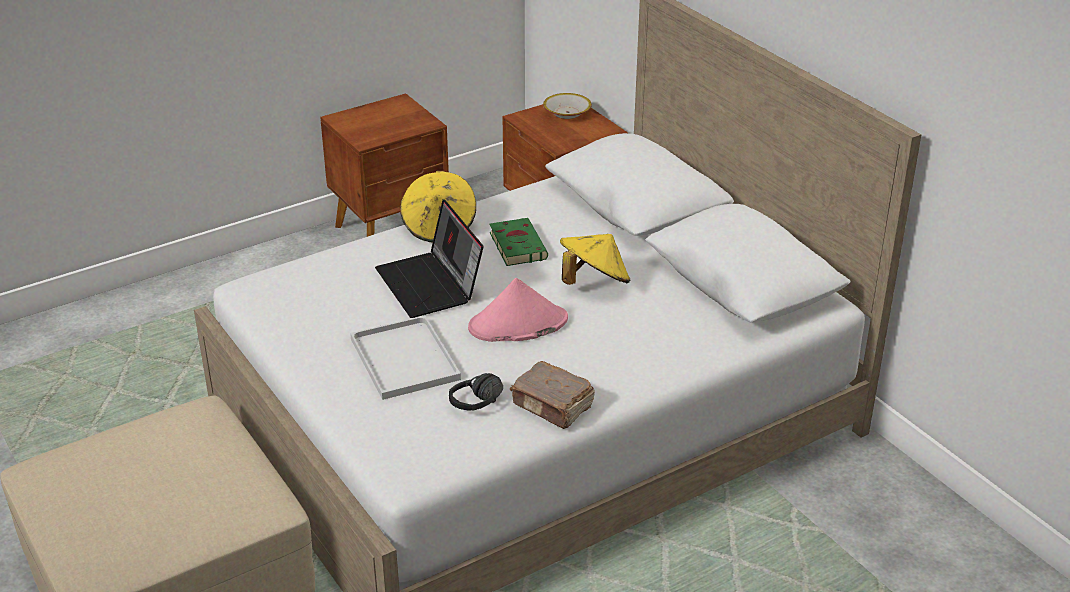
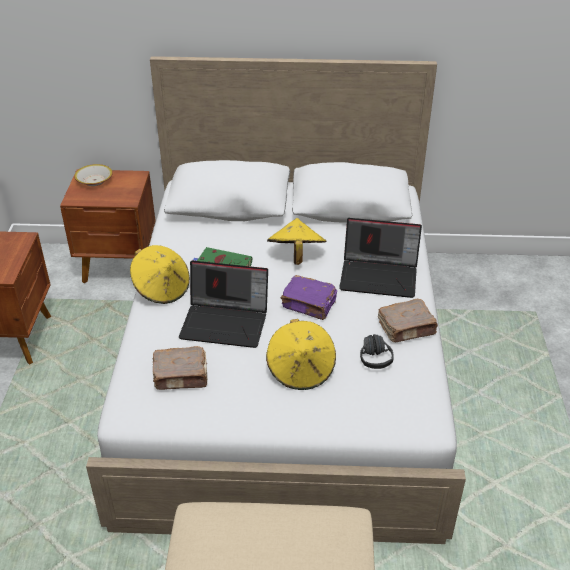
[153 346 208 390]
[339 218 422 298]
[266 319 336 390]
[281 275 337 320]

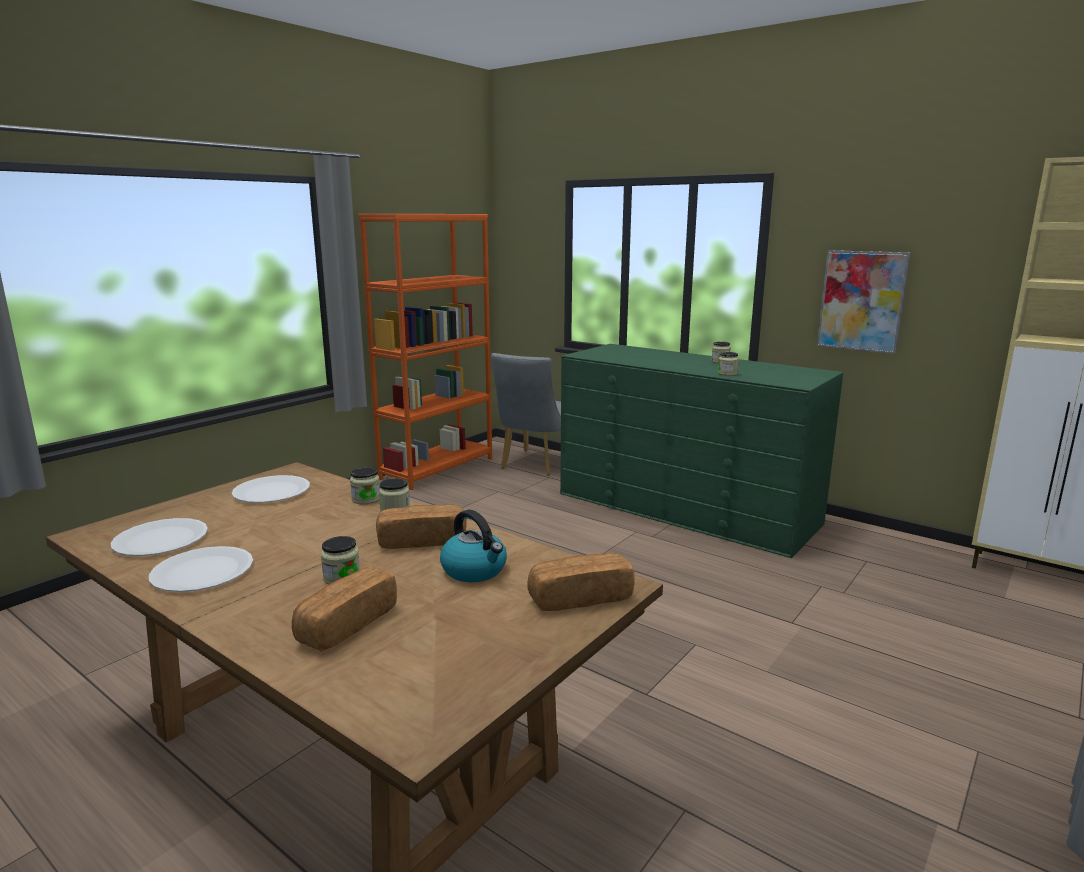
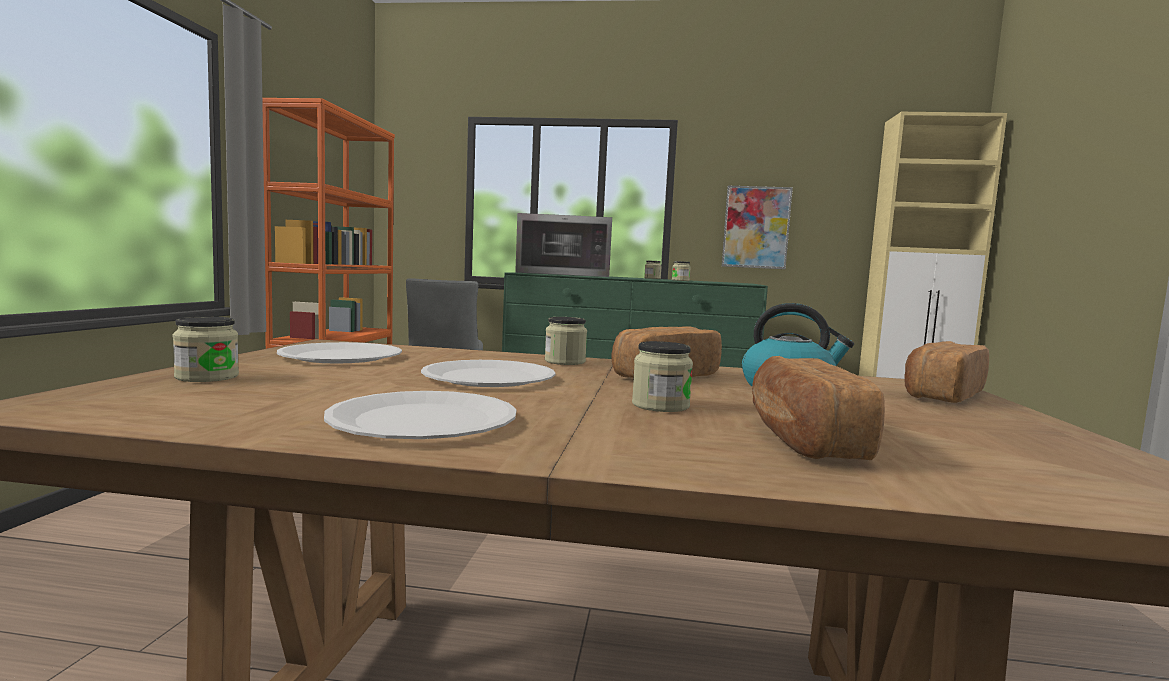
[515 213 612 277]
[421 360 555 387]
[173 317 239 382]

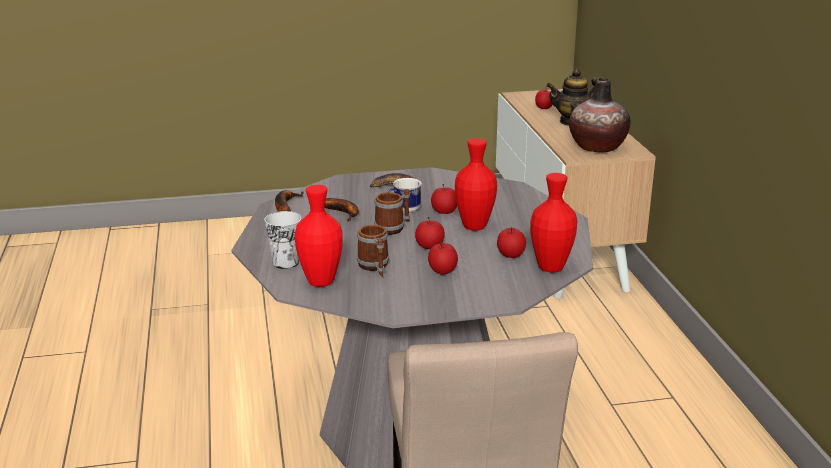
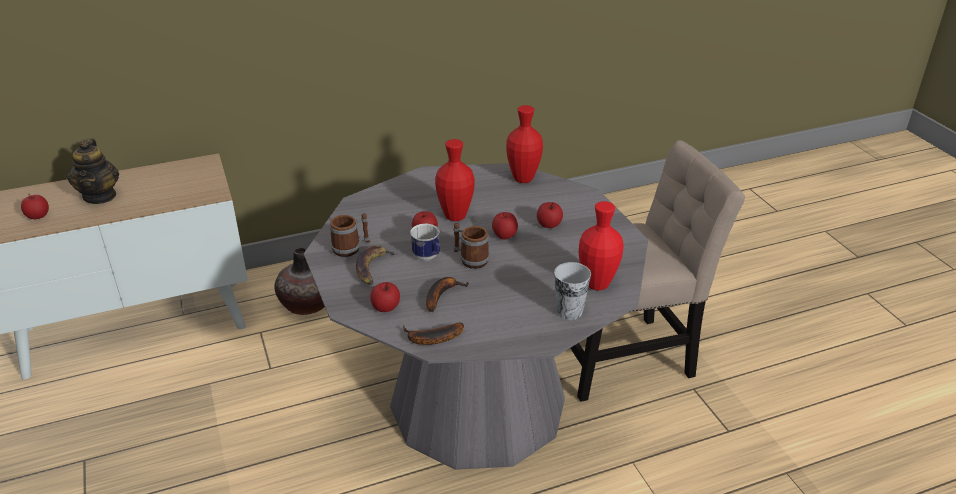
[330 213 370 257]
[370 282 400 312]
[275 248 325 315]

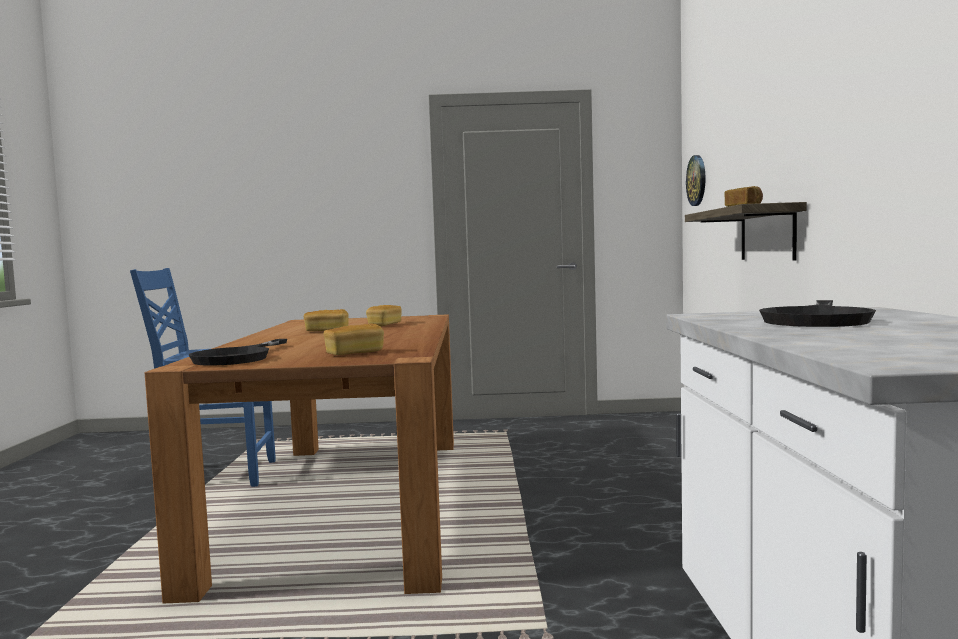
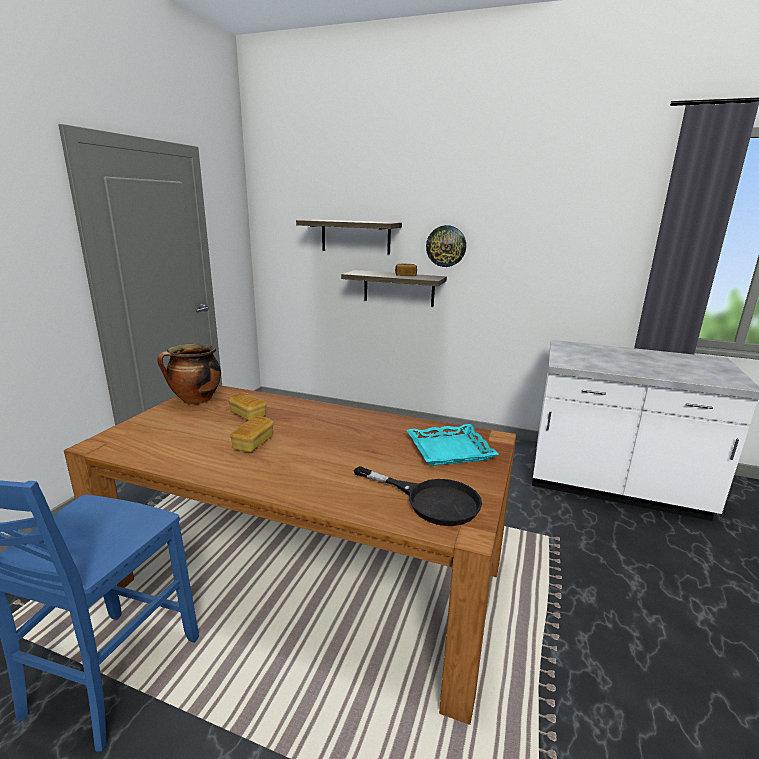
[759 300 876 327] (first image)
[157 344 221 405]
[296 220 402 254]
[426 225 466 267]
[406 424 499 466]

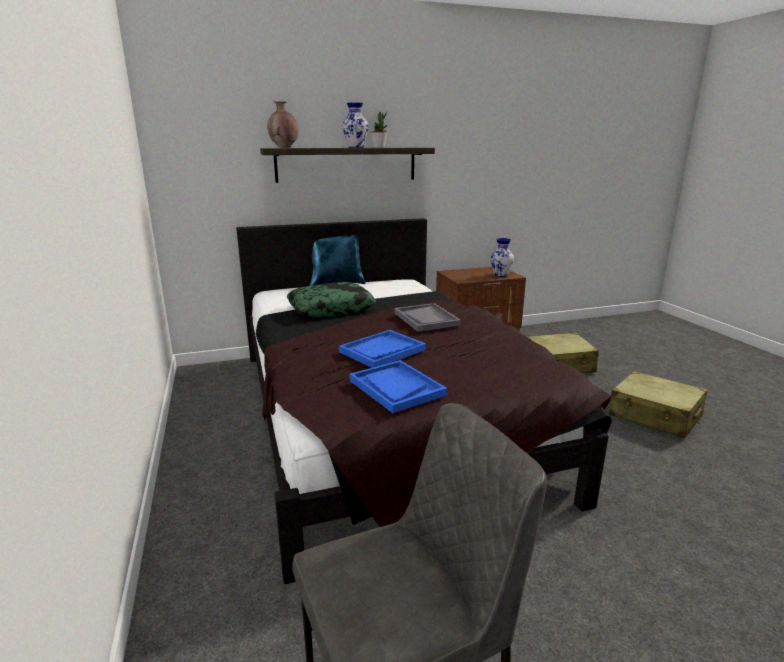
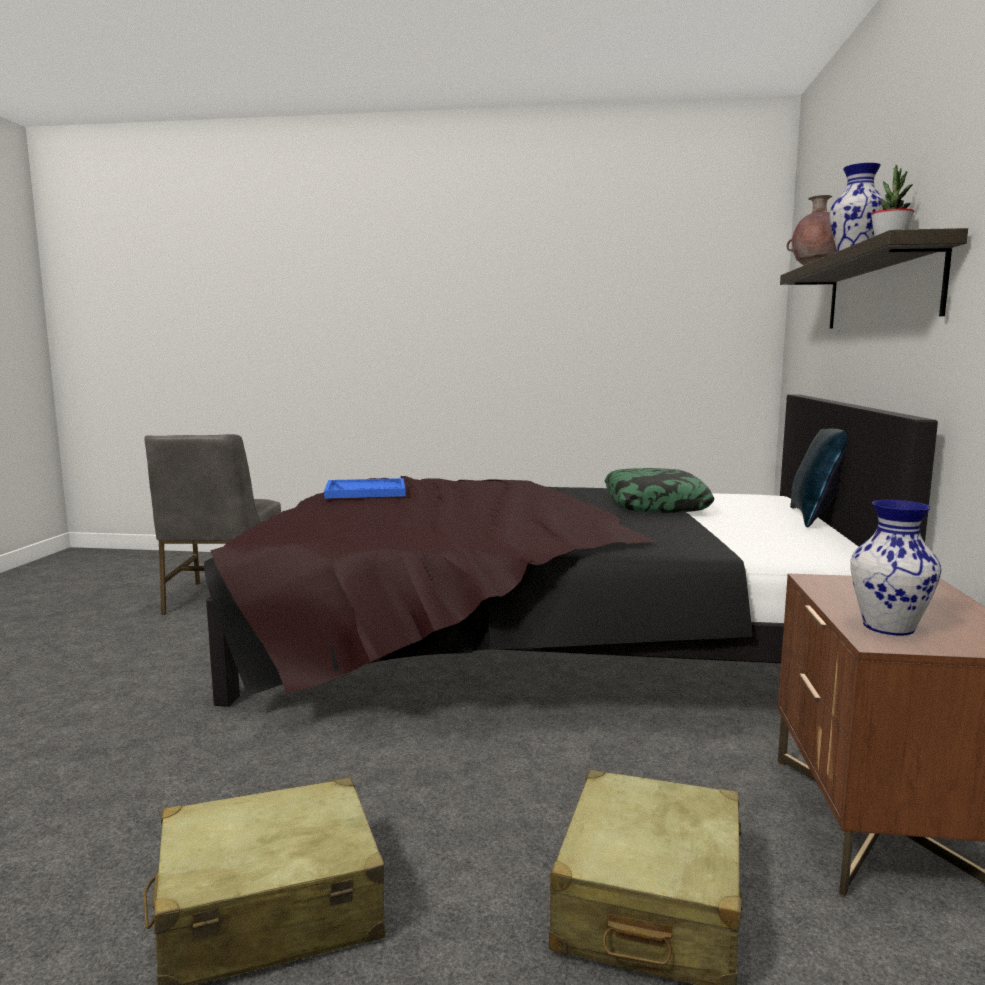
[339 330 426 368] (first image)
[395 303 461 332] (first image)

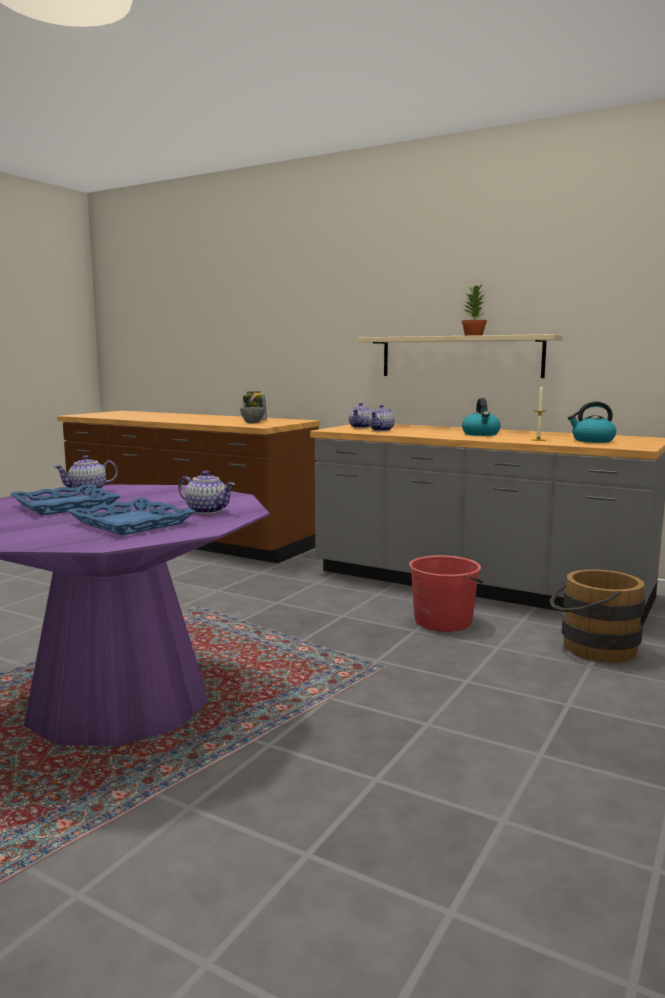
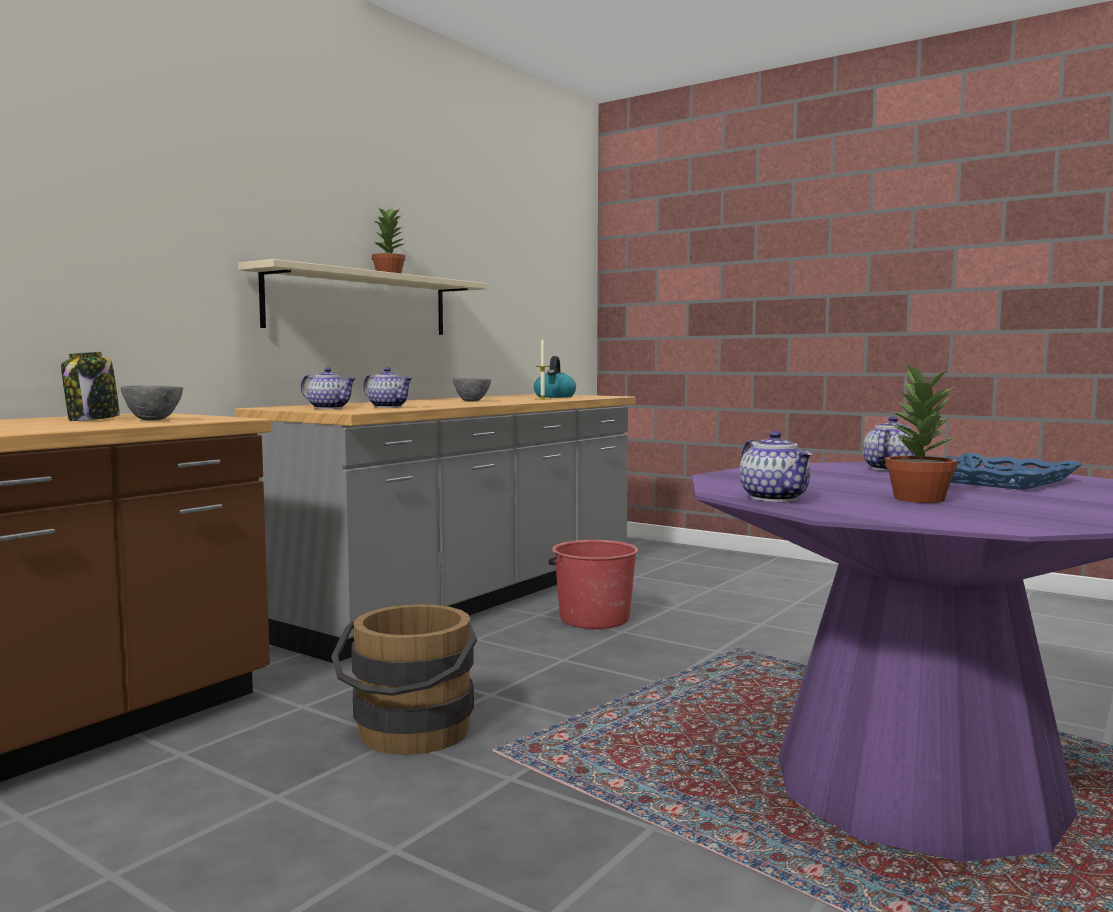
[331 604 477 755]
[885 362 958 503]
[453 378 491 401]

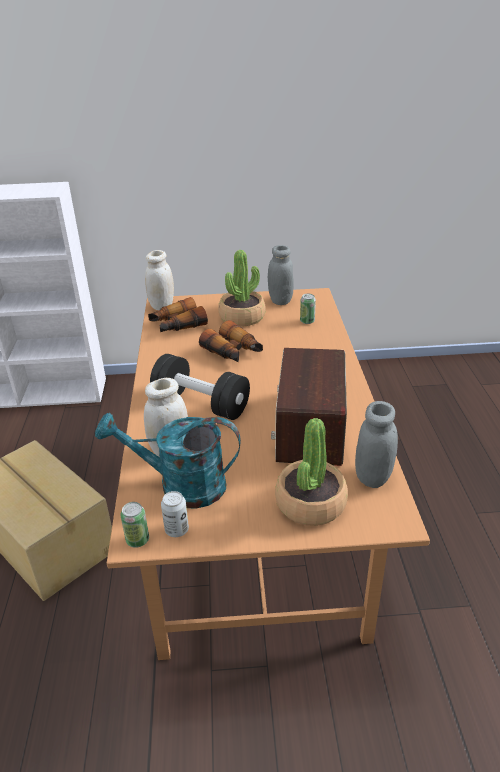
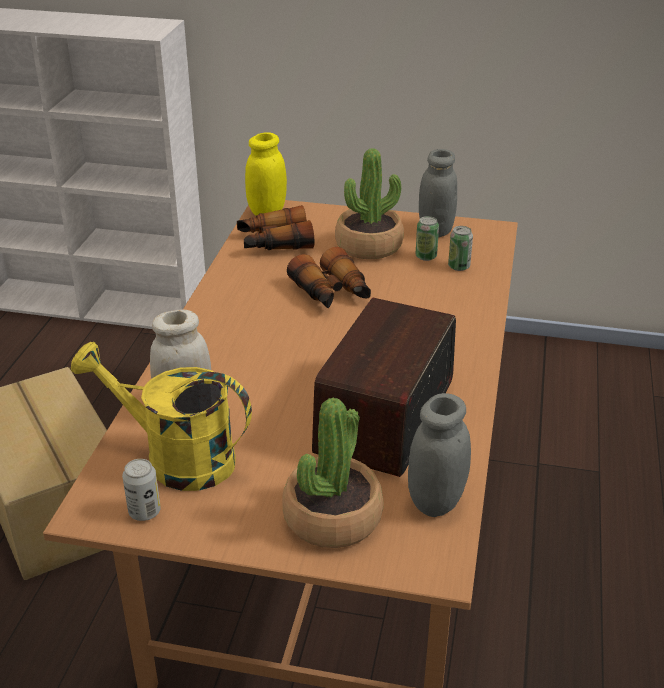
[150 354 250 420] (first image)
[415 216 439 261]
[71 342 252 491]
[245 132 287 216]

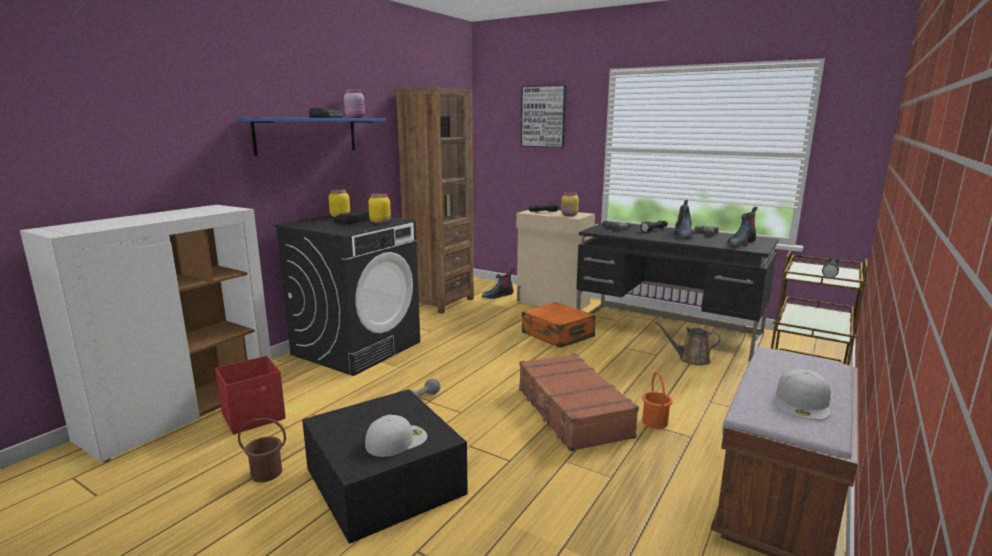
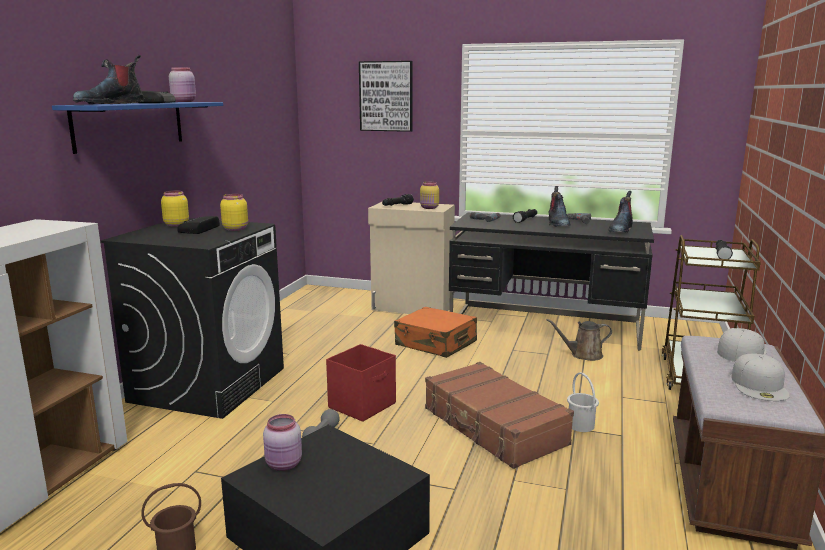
[396 87 474 314] (first image)
[263 414 302 471]
[326 344 396 422]
[717 328 766 362]
[73 55 144 104]
[567 372 599 432]

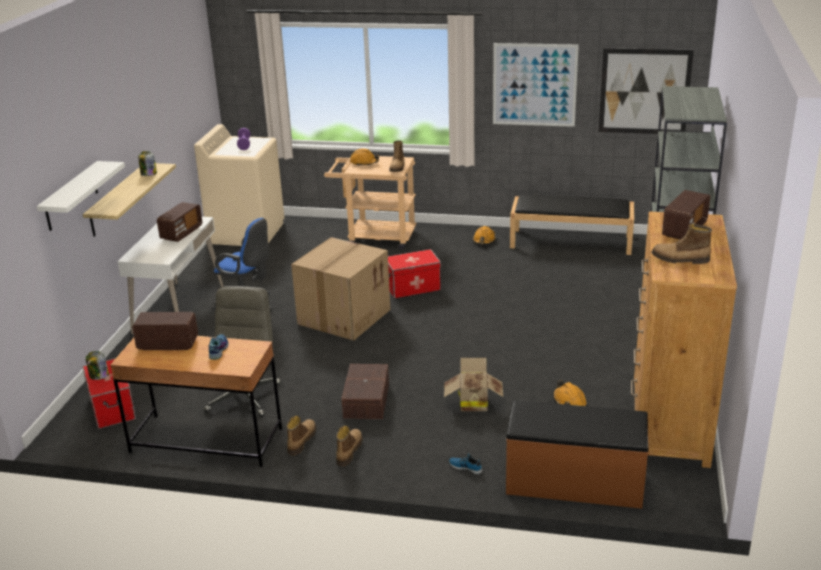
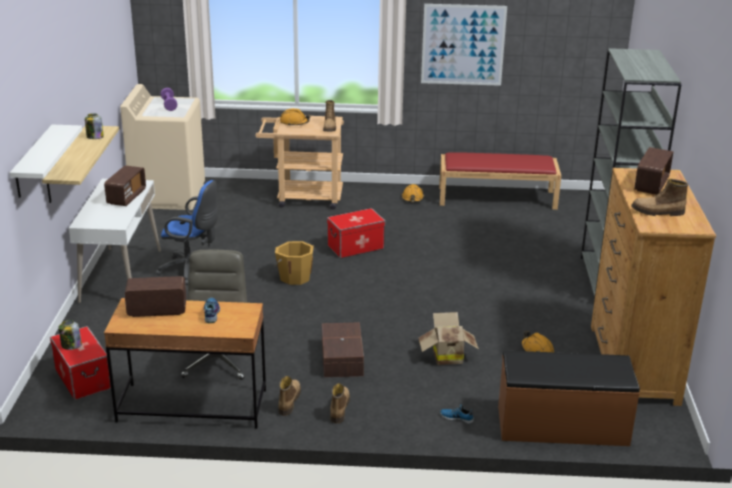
[599 48 694 134] (first image)
[275 241 314 285]
[439 152 561 210]

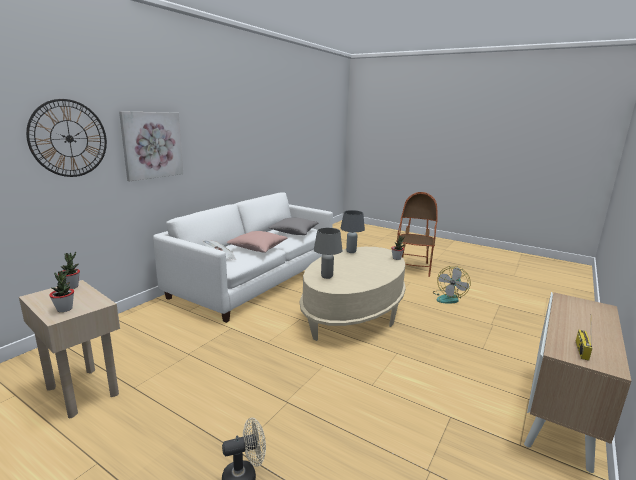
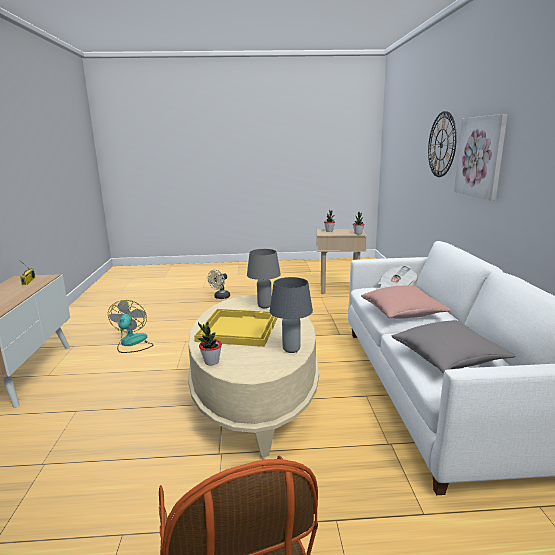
[194 309 278 347]
[108 300 153 353]

